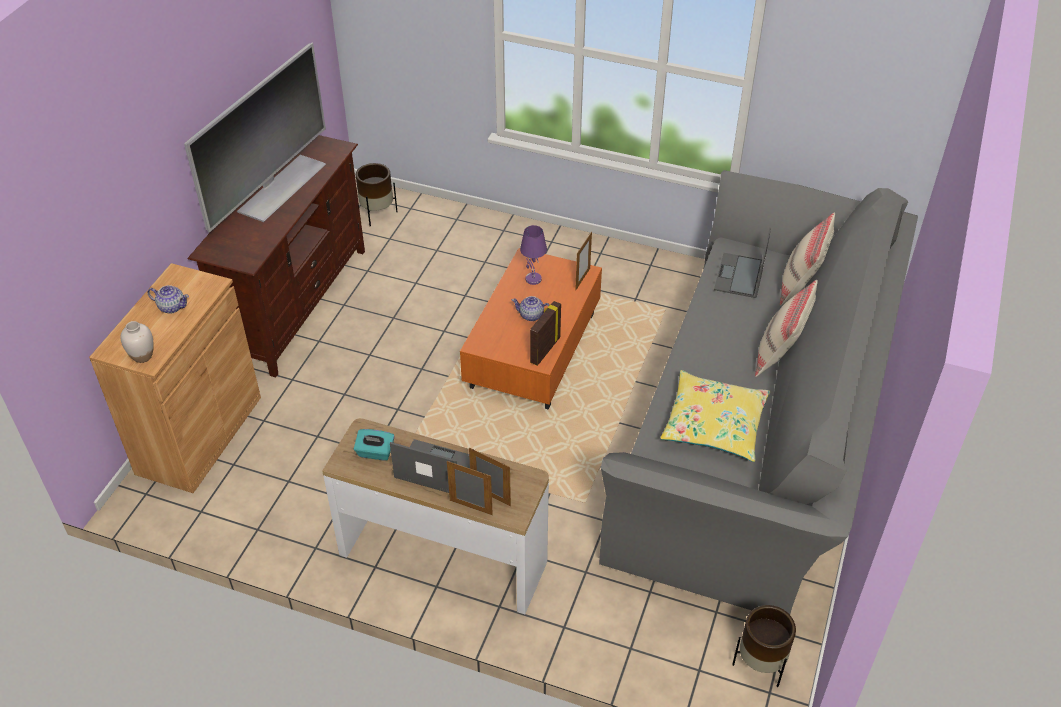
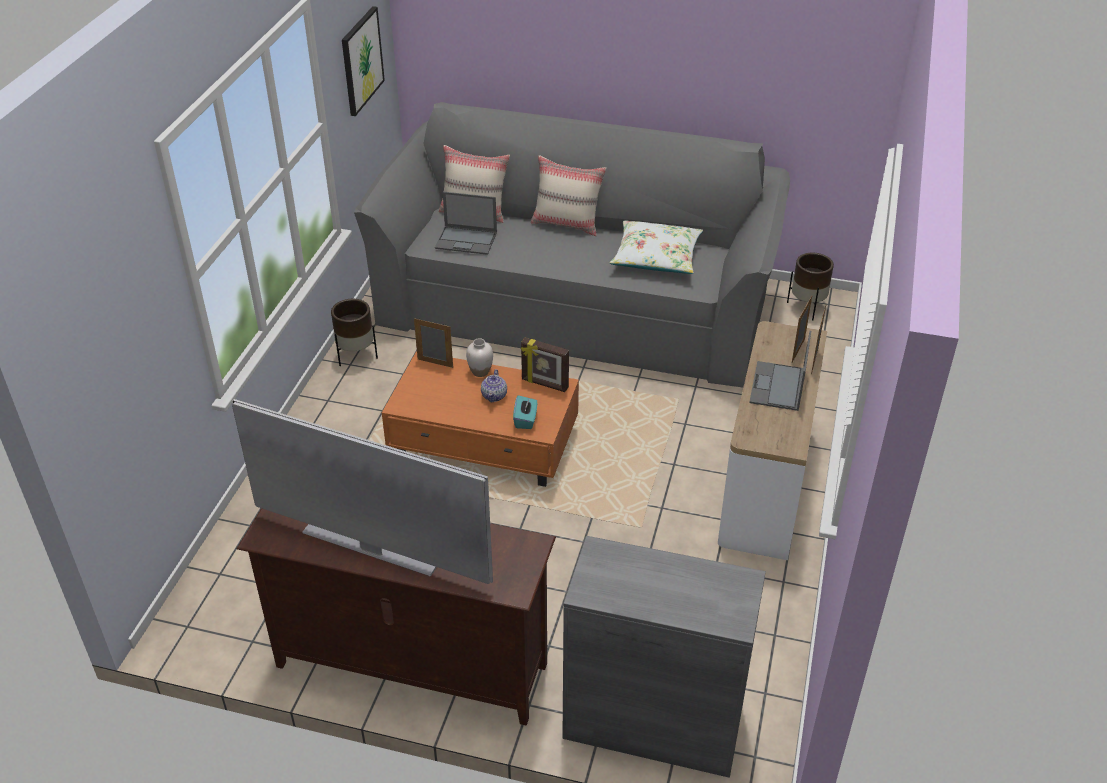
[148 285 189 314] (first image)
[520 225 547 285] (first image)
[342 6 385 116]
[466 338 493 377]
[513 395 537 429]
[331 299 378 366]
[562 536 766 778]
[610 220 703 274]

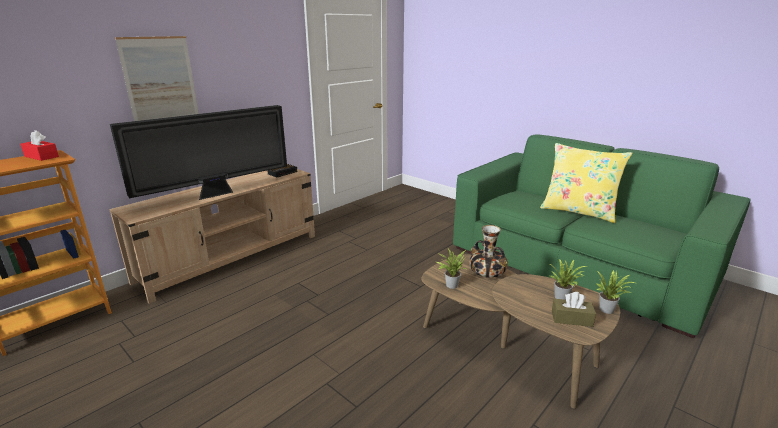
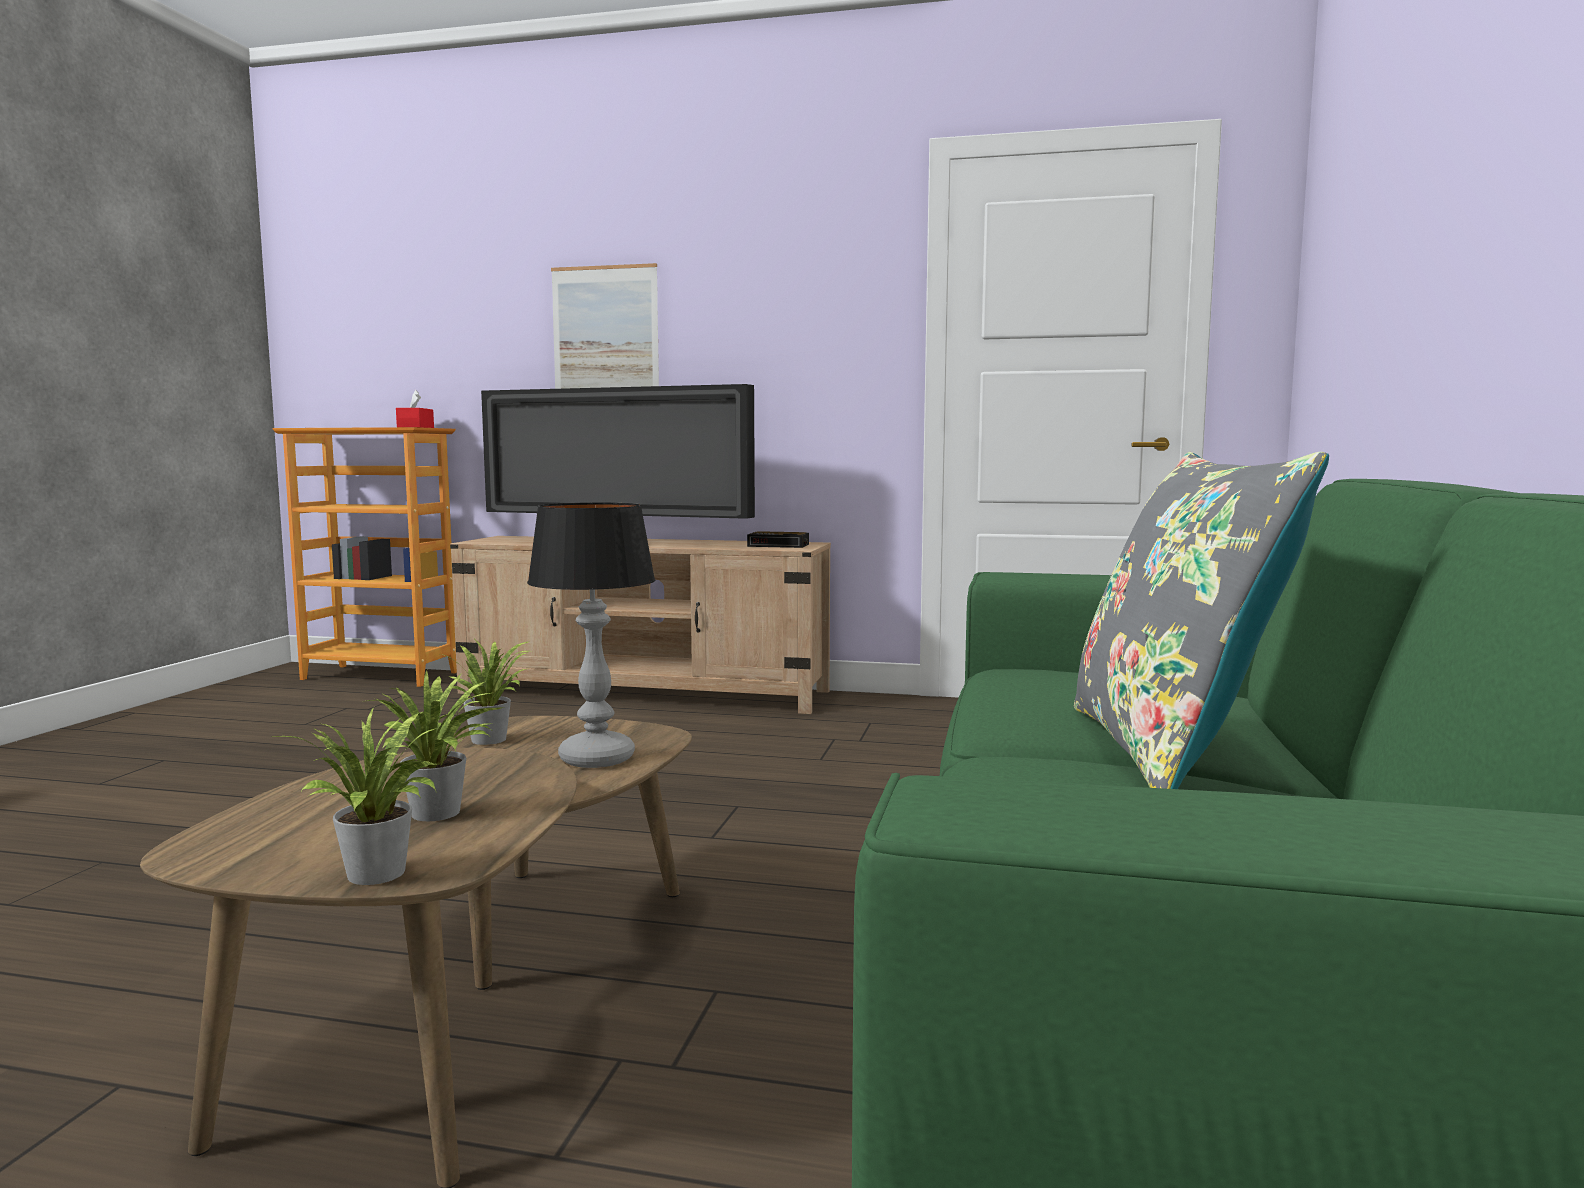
[552 292 596 327] (first image)
[527 503 656 768]
[1074 452 1329 789]

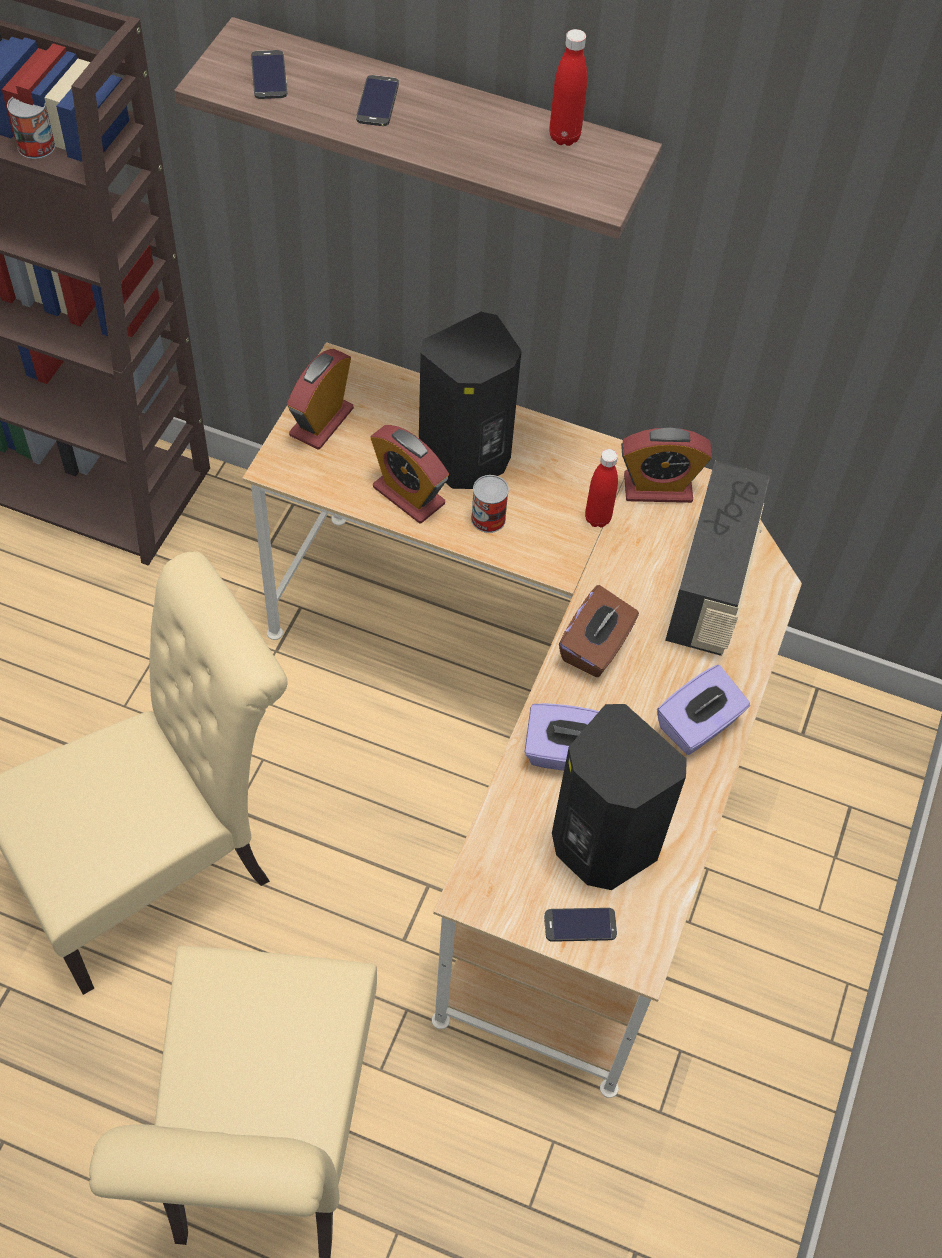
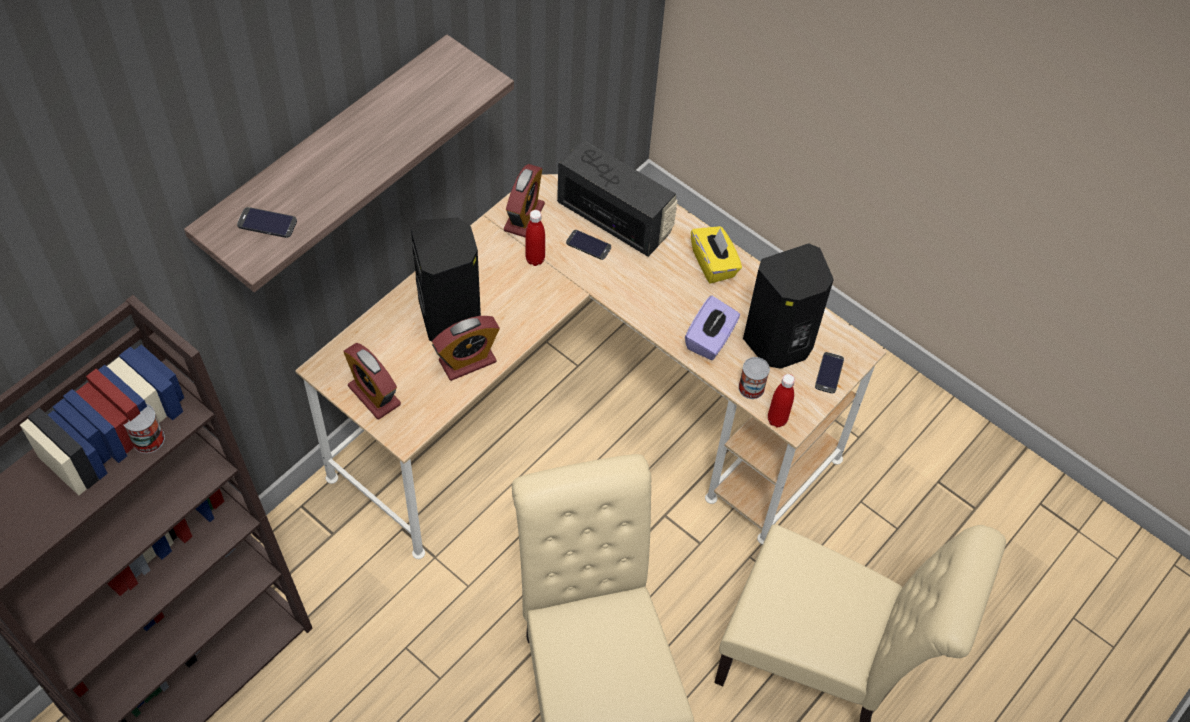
[559 585 639 677] (first image)
[566 230 611 260]
[738 357 770 399]
[768 374 795 427]
[691 226 742 284]

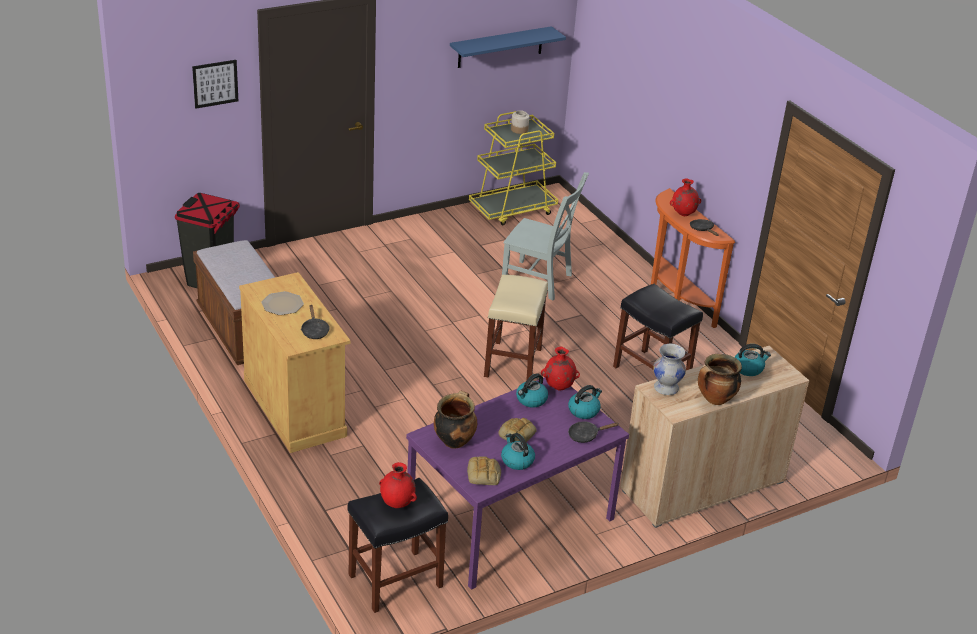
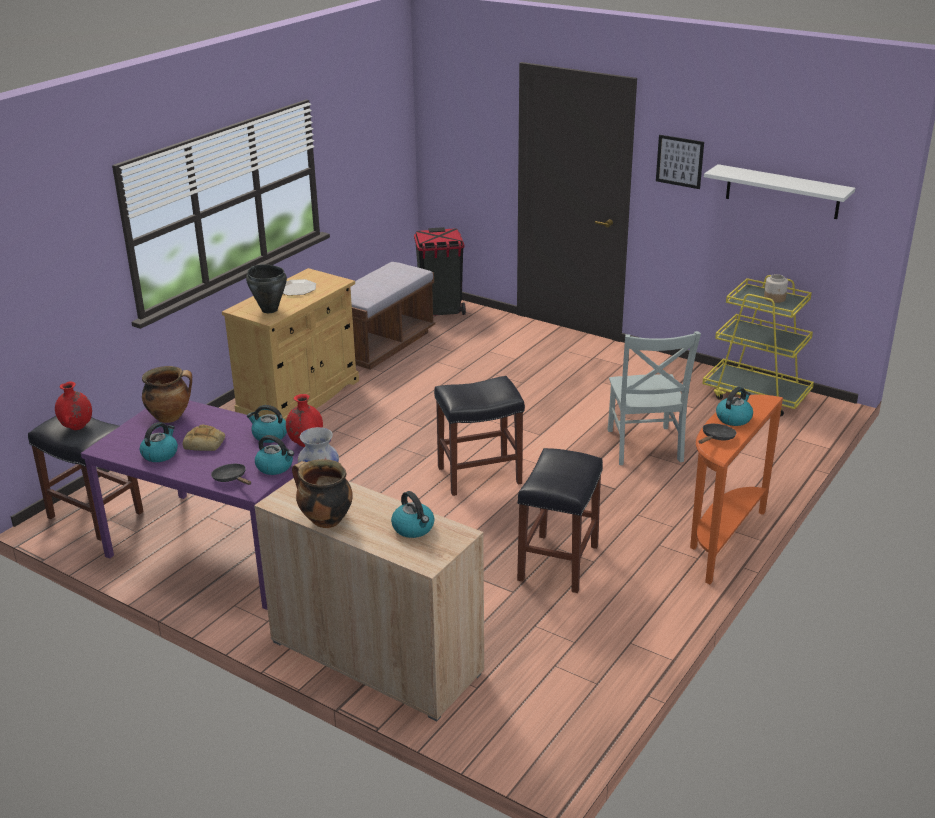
[467 456 501 485] (first image)
[656 135 704 189]
[246 264 287 313]
[716 387 753 426]
[704 164 855 219]
[434 376 525 496]

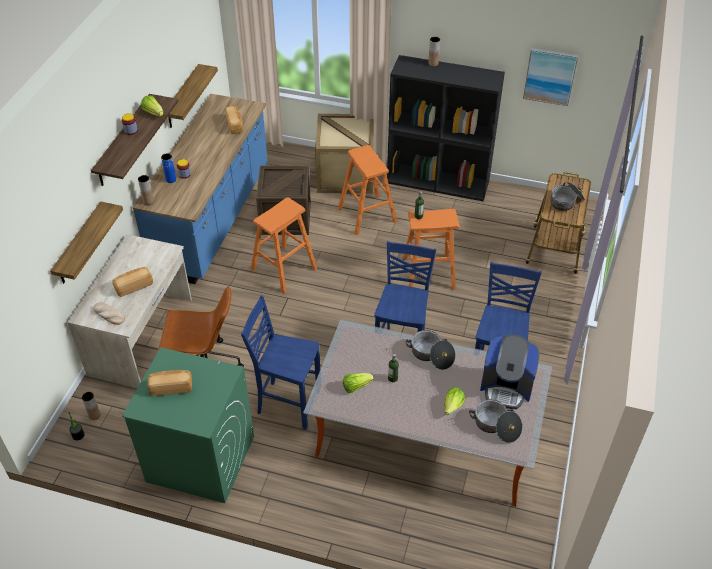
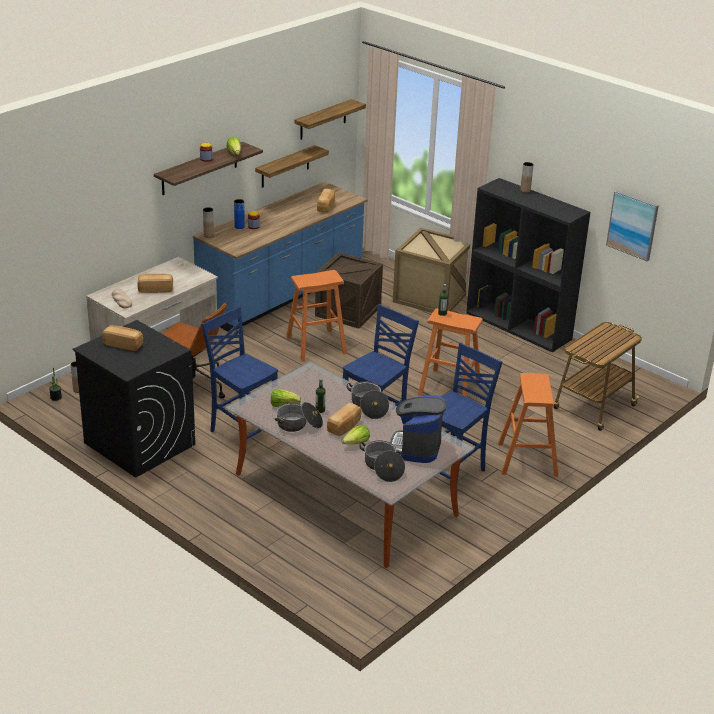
[327 403 361 436]
[294 99 366 140]
[498 373 558 477]
[275 402 323 432]
[73 320 195 478]
[390 395 446 463]

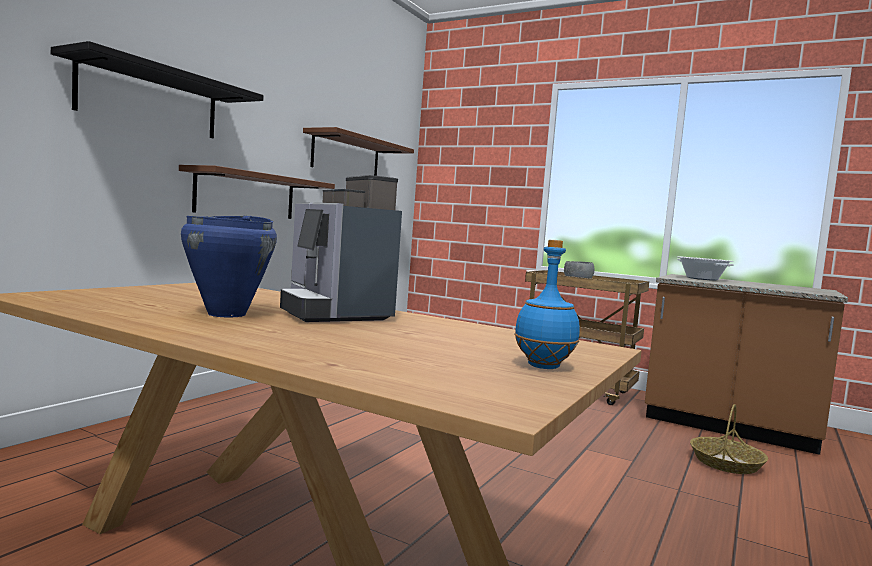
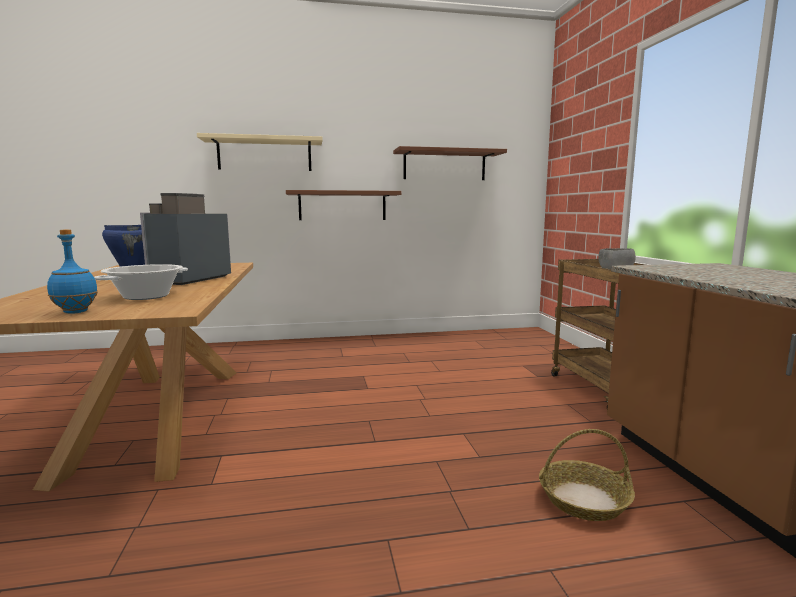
[94 264 188 300]
[197 133 323 171]

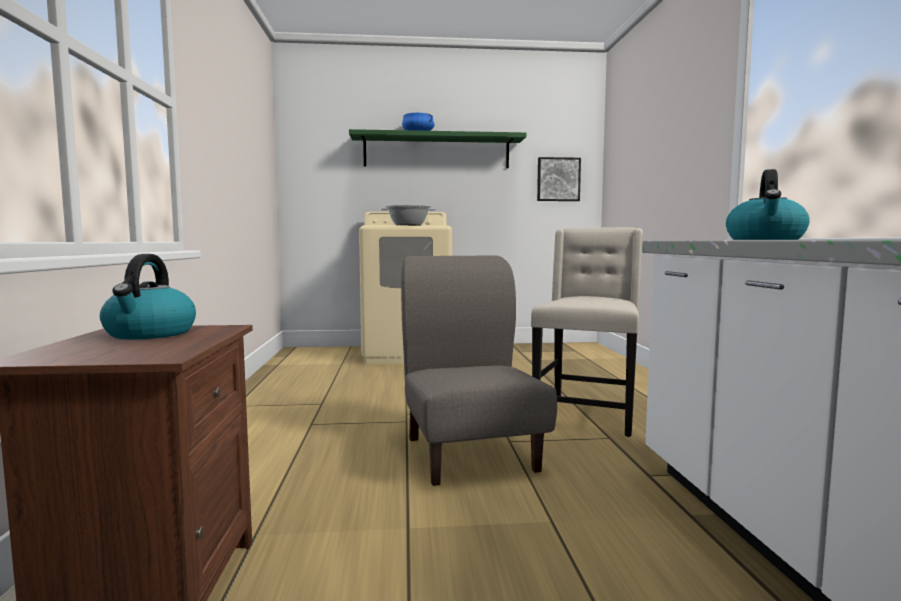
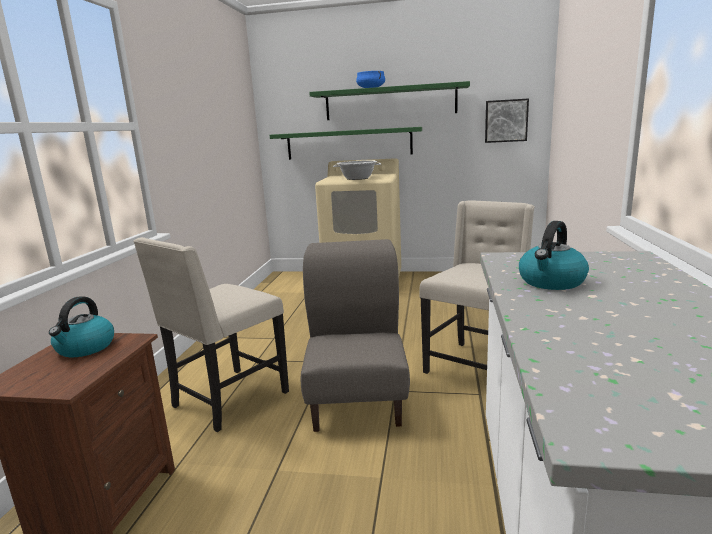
[133 237 289 432]
[270 127 422 160]

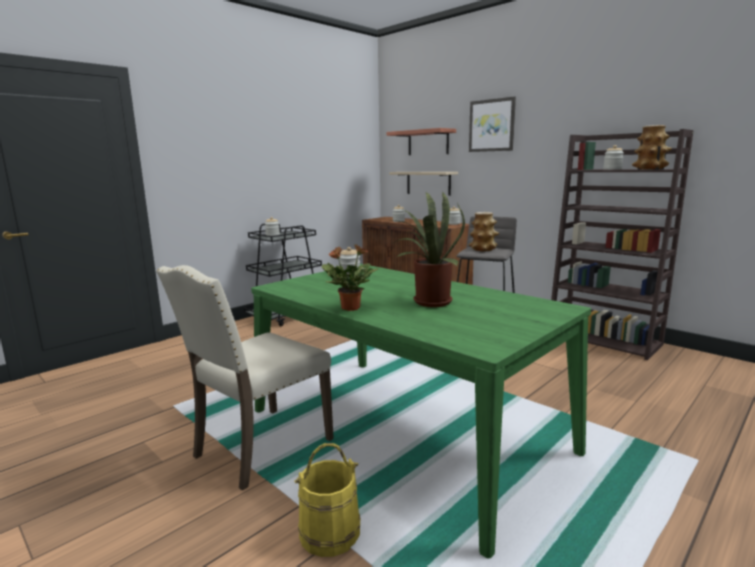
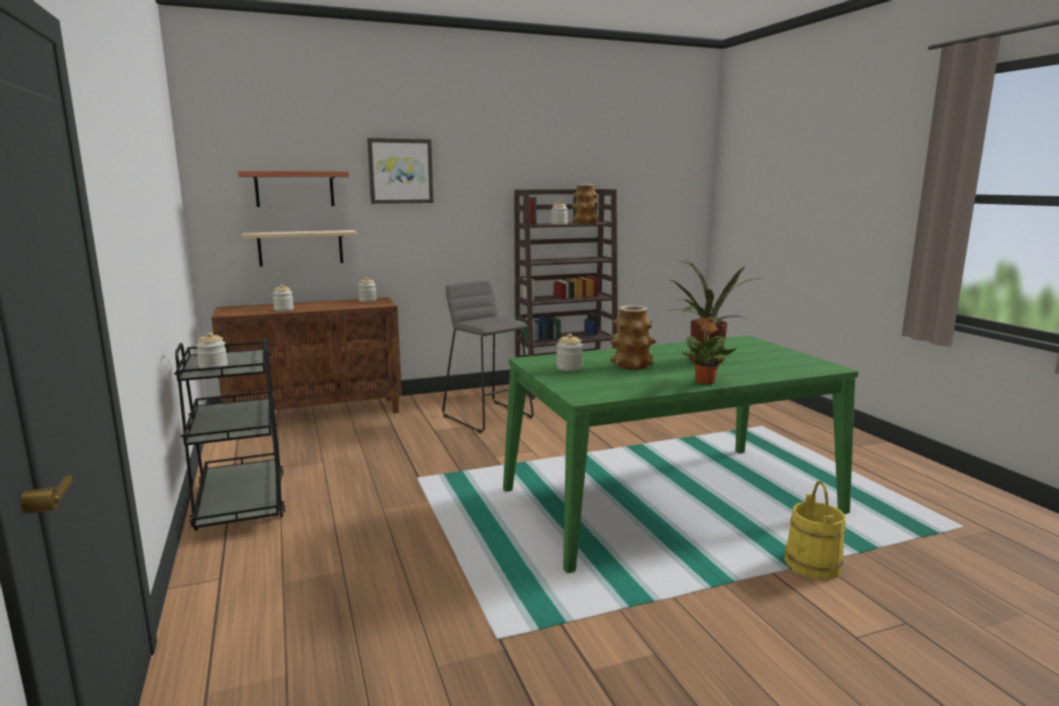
[156 265 334 491] (first image)
[610 305 656 370]

